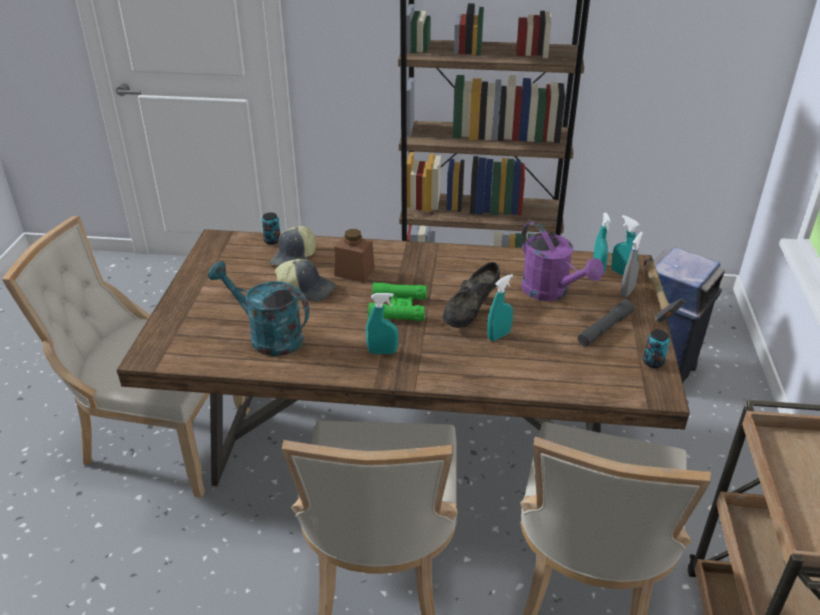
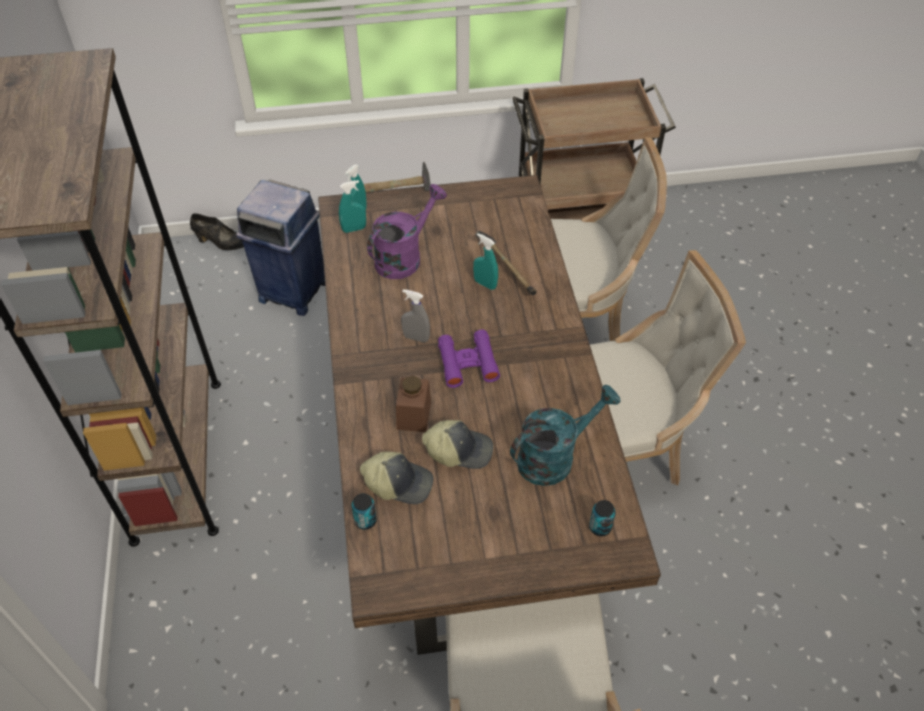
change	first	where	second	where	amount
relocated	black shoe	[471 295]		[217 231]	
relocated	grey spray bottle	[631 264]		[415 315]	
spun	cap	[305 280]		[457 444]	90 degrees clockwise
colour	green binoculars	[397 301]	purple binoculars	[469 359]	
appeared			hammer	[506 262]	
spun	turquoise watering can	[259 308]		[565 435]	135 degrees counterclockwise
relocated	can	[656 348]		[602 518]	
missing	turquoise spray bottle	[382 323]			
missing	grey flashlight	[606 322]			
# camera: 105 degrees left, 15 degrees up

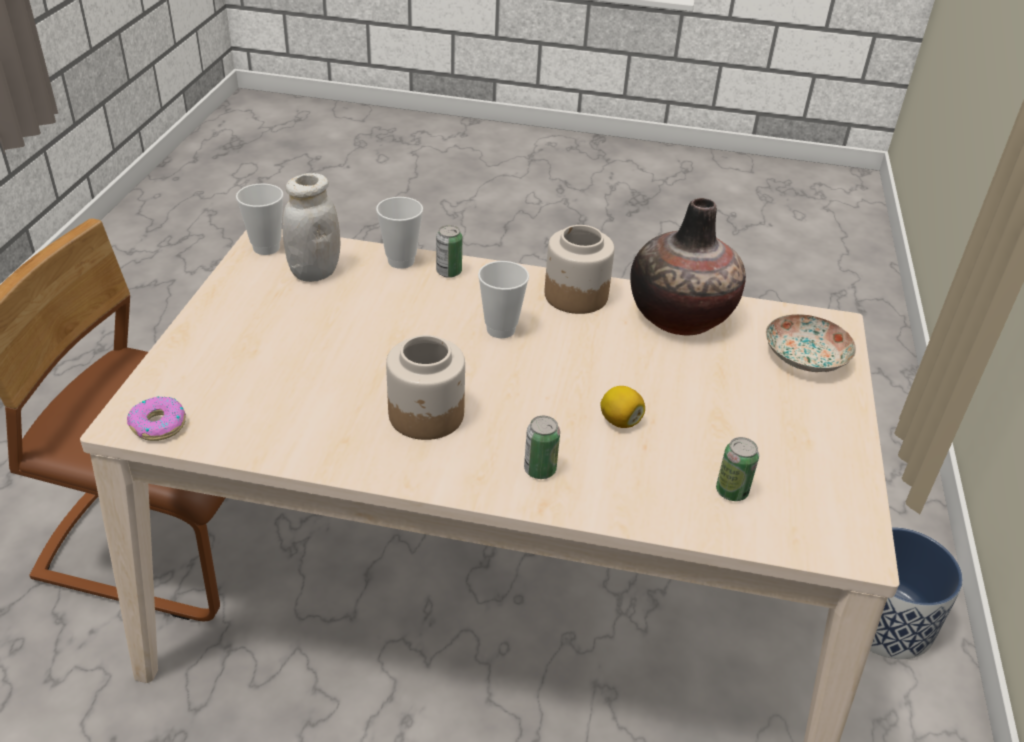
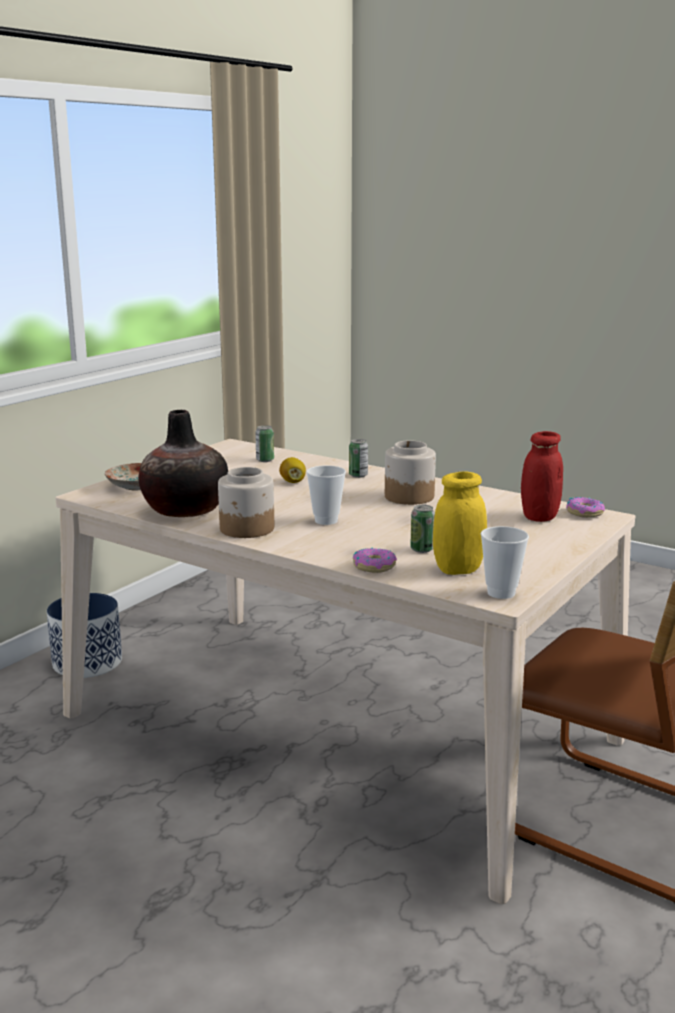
change	first	where	second	where	amount
exchanged	cup	[399 233]	donut	[375 560]	
relocated	can	[449 251]		[422 529]	
colour	white jar	[311 227]	yellow jar	[460 523]	
appeared			red jar	[542 476]	
# camera: 155 degrees left, 20 degrees down

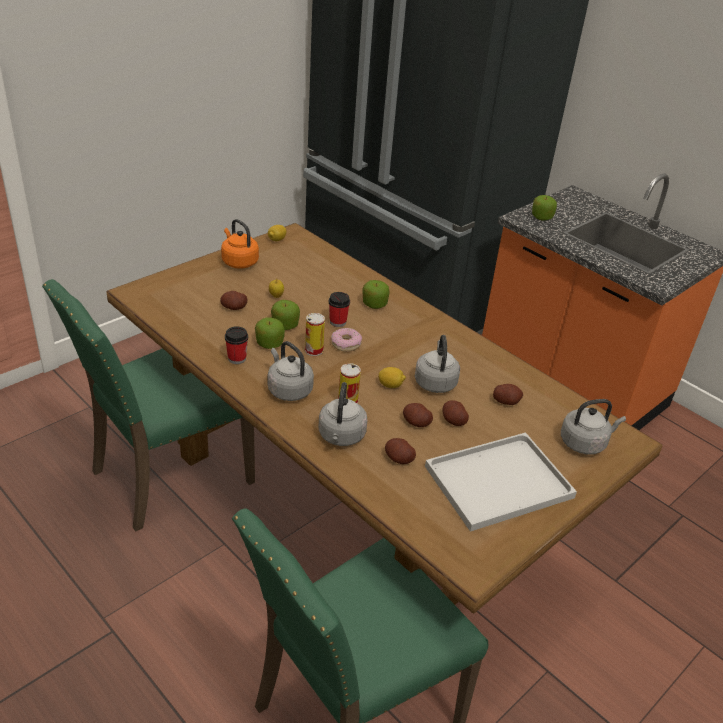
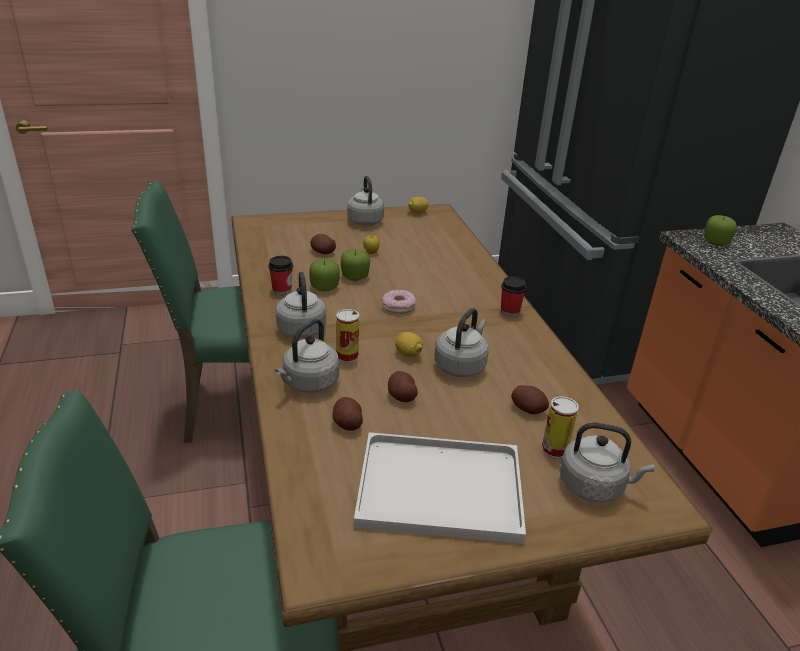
change	first	where	second	where	amount
colour	orange kettle	[240 244]	grey kettle	[365 201]	
relocated	cup	[339 309]		[514 296]	
relocated	can	[315 334]		[560 427]	
missing	apple	[376 294]			
missing	potato	[455 413]			
# camera: 30 degrees right, 5 degrees down

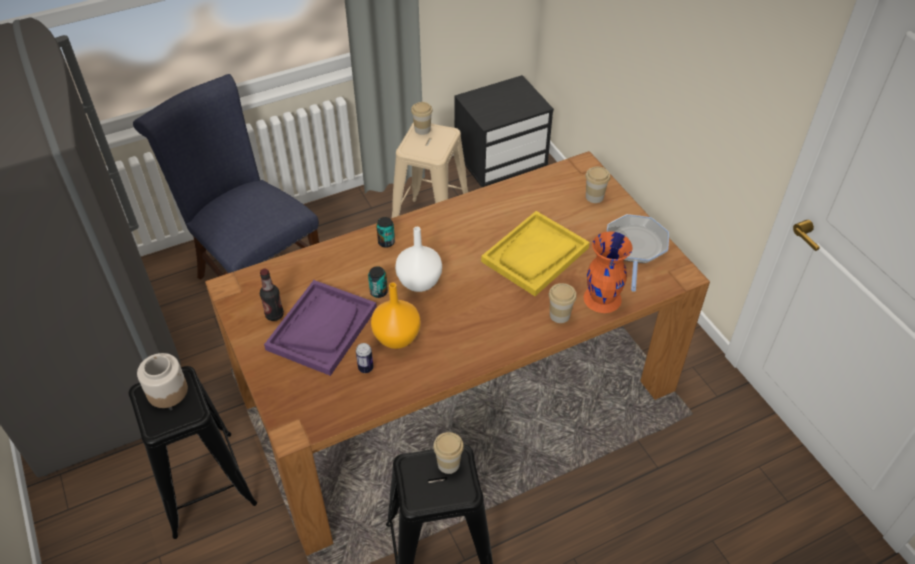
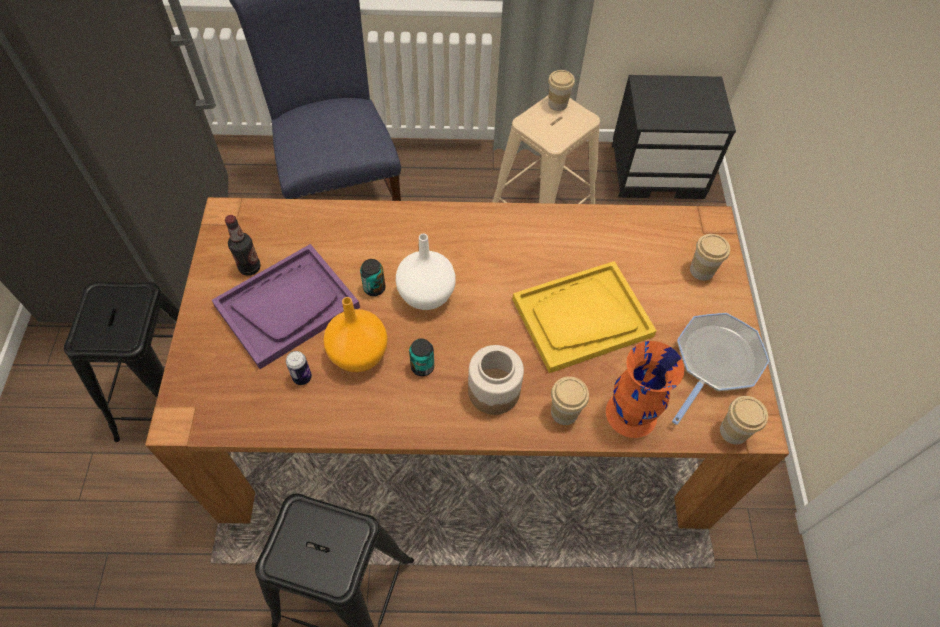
change	first	where	second	where	amount
relocated	can	[385 232]		[421 357]	
relocated	jar	[162 380]		[496 380]	
relocated	cup	[448 453]		[744 420]	
# camera: 25 degrees right, 10 degrees up

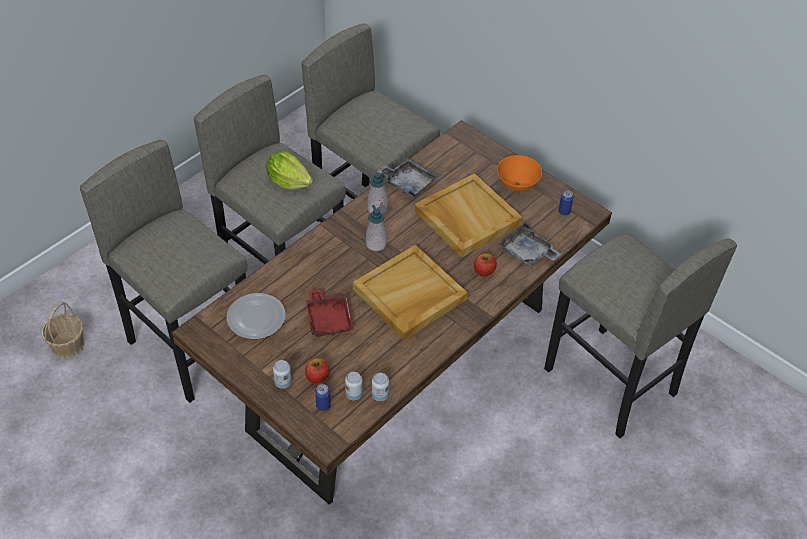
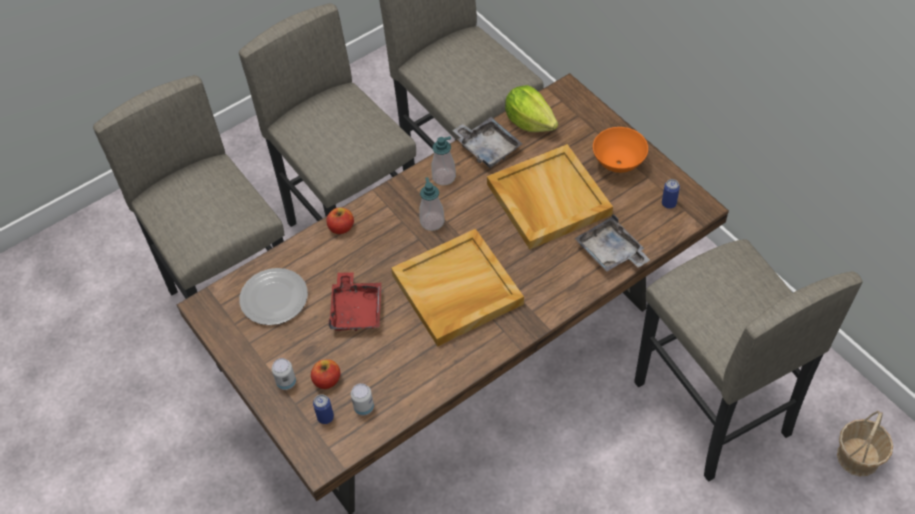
change	first	where	second	where	amount
relocated	apple	[485 265]		[340 221]	
relocated	lettuce	[289 170]		[531 108]	
relocated	basket	[63 330]		[865 444]	
missing	can	[380 387]			
# camera: 15 degrees right, 5 degrees up

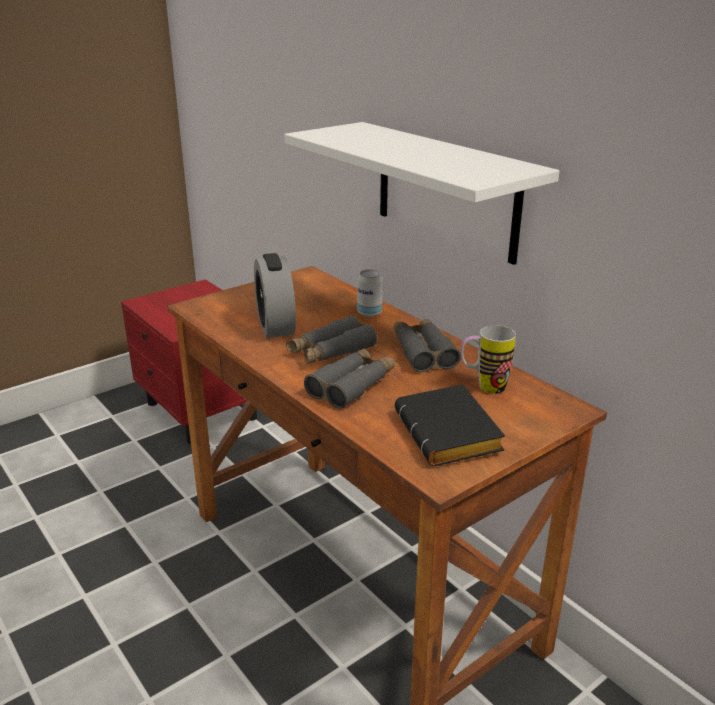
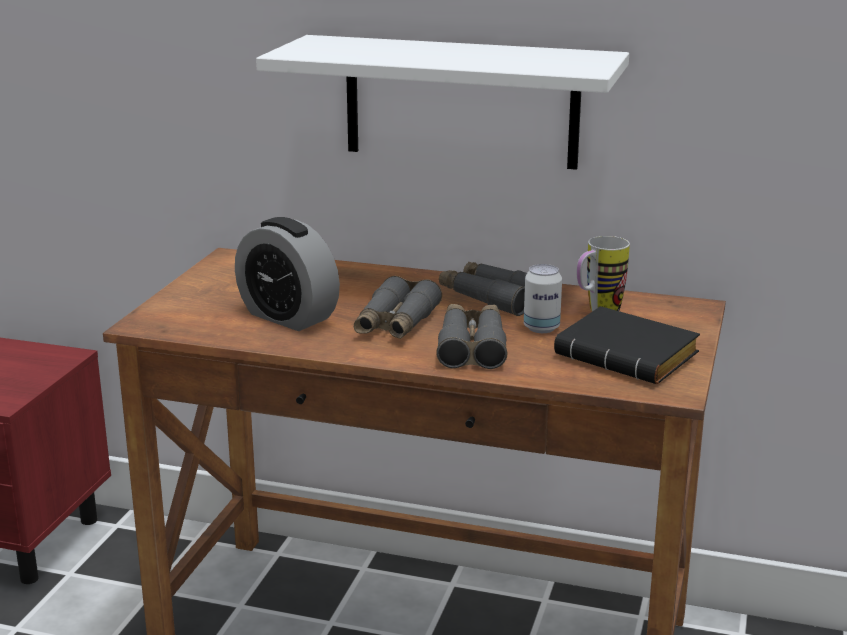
change	first	where	second	where	amount
relocated	can	[370 293]		[543 298]	
# camera: 35 degrees left, 5 degrees down

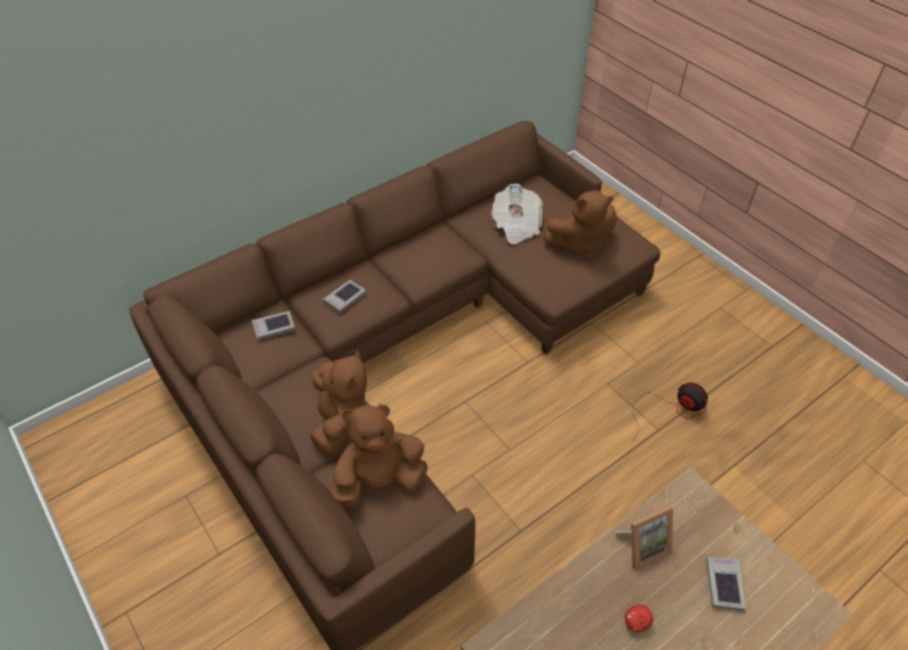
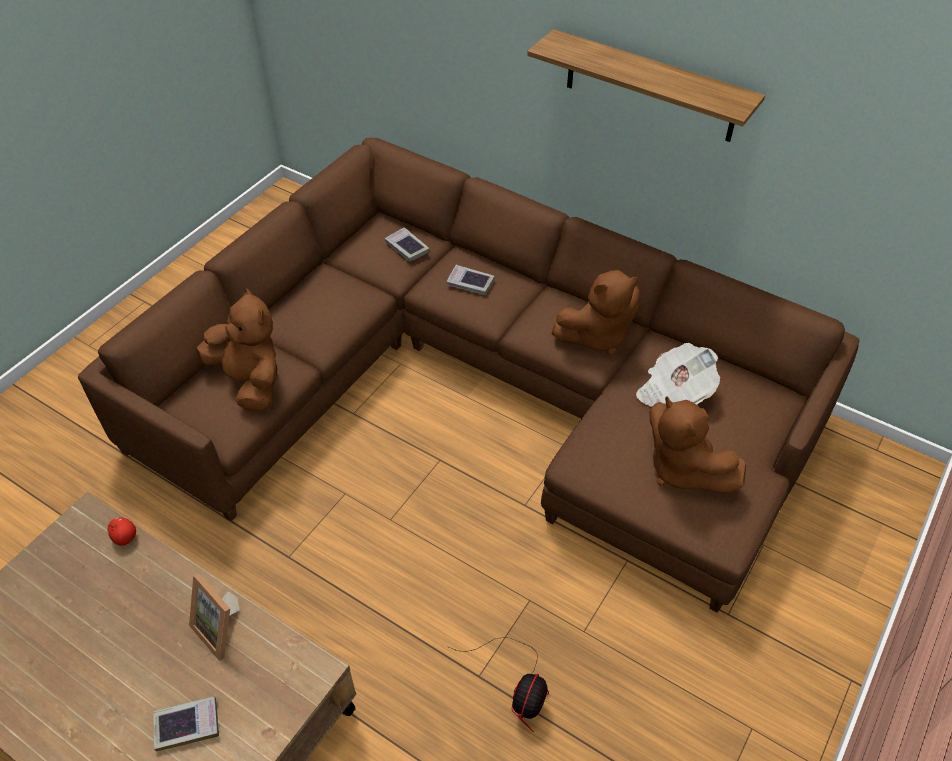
change	first	where	second	where	amount
relocated	apple	[639 618]		[121 531]	
appeared			shelf	[646 85]	
relocated	brown plush toy	[338 401]		[595 312]	
# camera: 70 degrees right, 0 degrees up

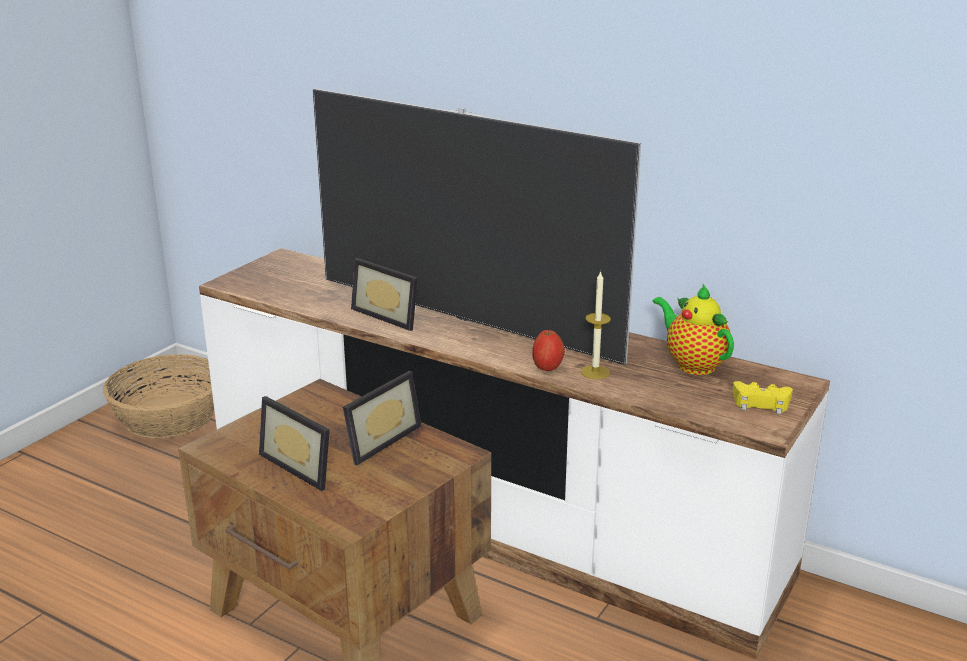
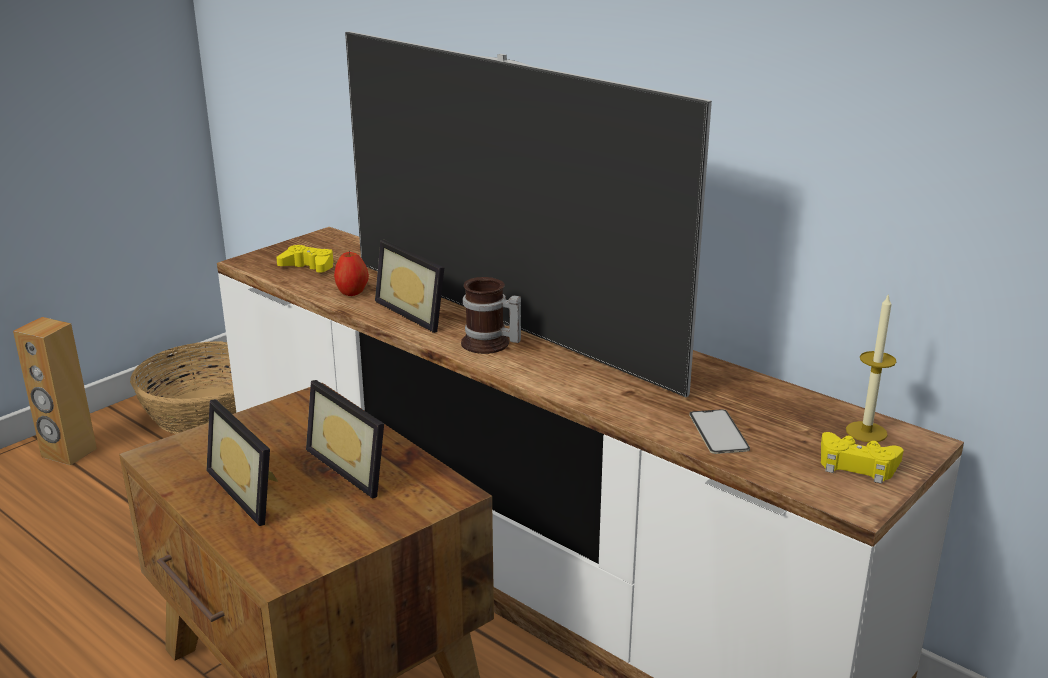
change	first	where	second	where	amount
appeared			brown speaker	[55 391]	
appeared			yellow game controller	[305 259]	
spun	picture frame	[382 418]		[345 439]	90 degrees clockwise
relocated	apple	[548 350]		[351 273]	
appeared			mug	[491 315]	
appeared			phone	[719 431]	
relocated	candle	[596 324]		[871 367]	
missing	teapot	[693 329]			
# camera: 10 degrees right, 0 degrees up

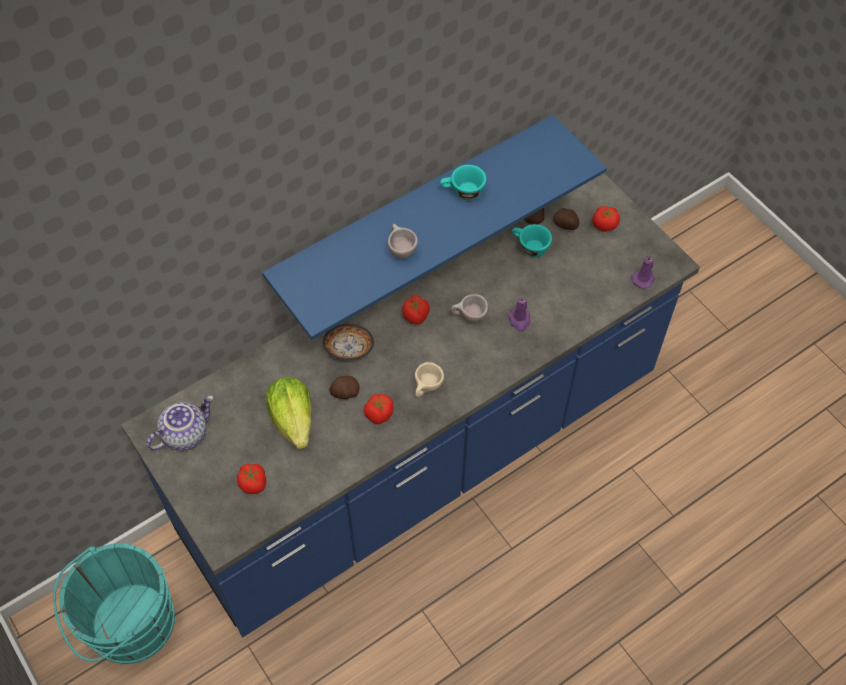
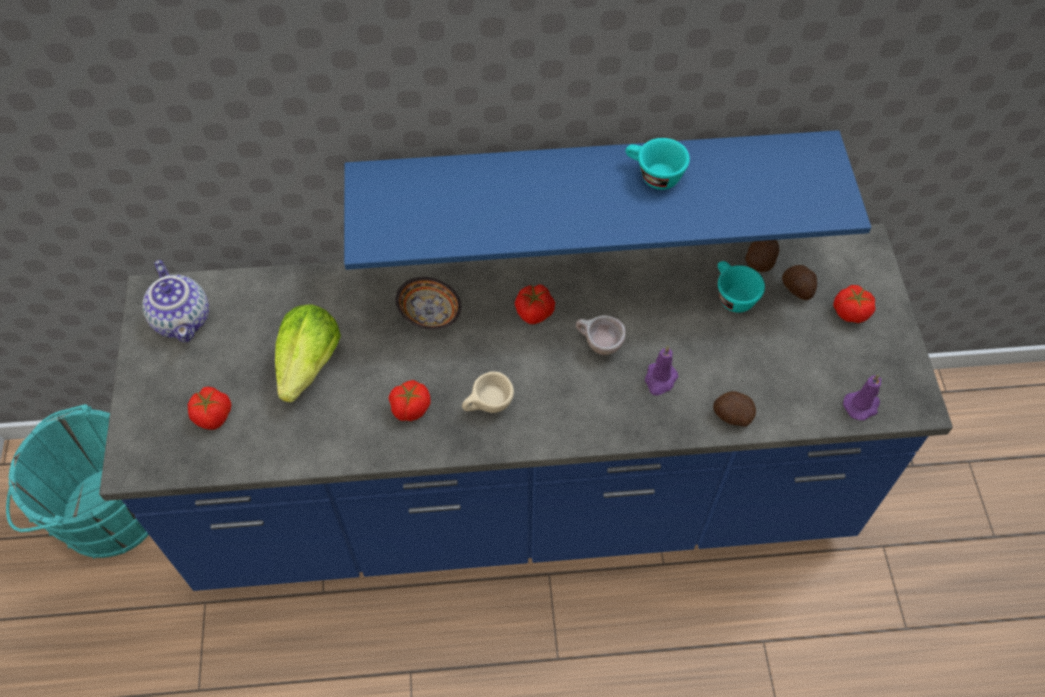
change	first	where	second	where	amount
spun	teapot	[180 423]		[175 301]	75 degrees clockwise
relocated	potato	[345 387]		[734 409]	
missing	beige cup	[403 241]			
# camera: 30 degrees right, 0 degrees up

